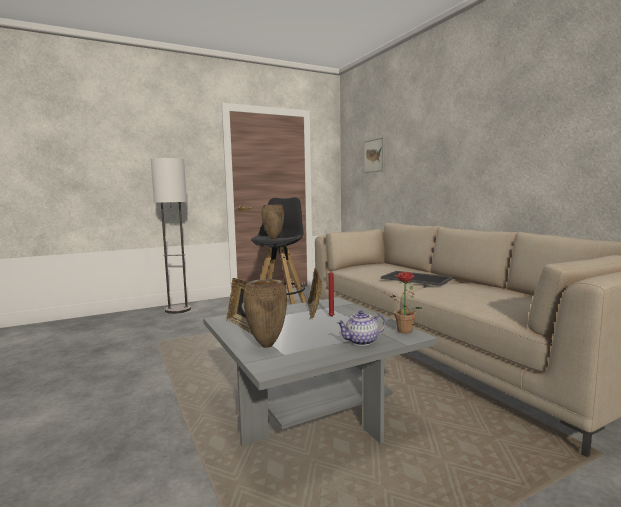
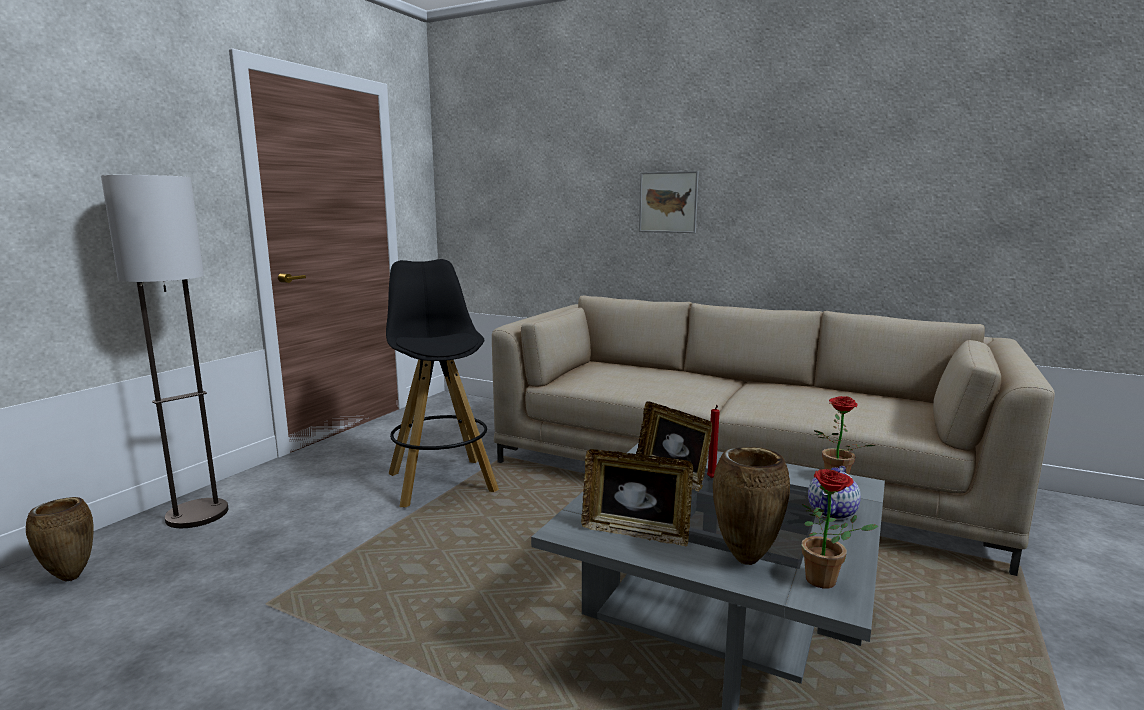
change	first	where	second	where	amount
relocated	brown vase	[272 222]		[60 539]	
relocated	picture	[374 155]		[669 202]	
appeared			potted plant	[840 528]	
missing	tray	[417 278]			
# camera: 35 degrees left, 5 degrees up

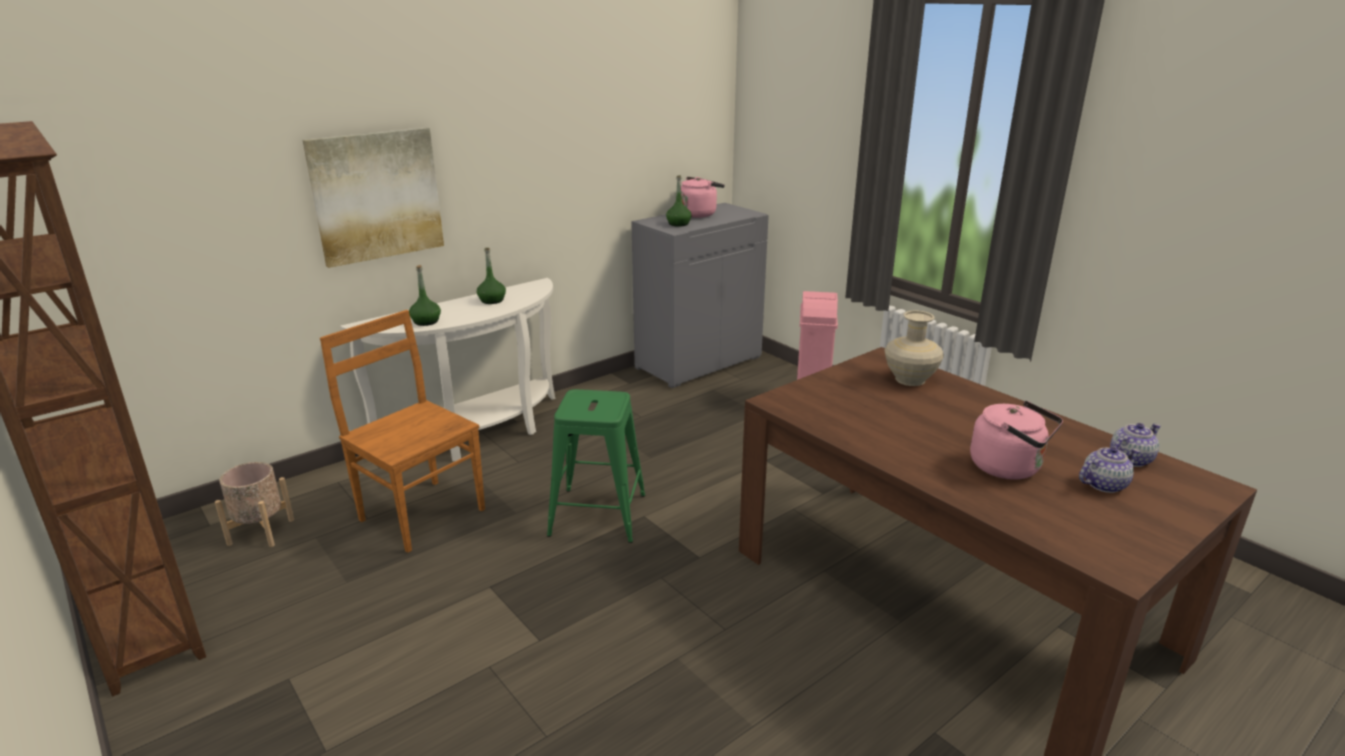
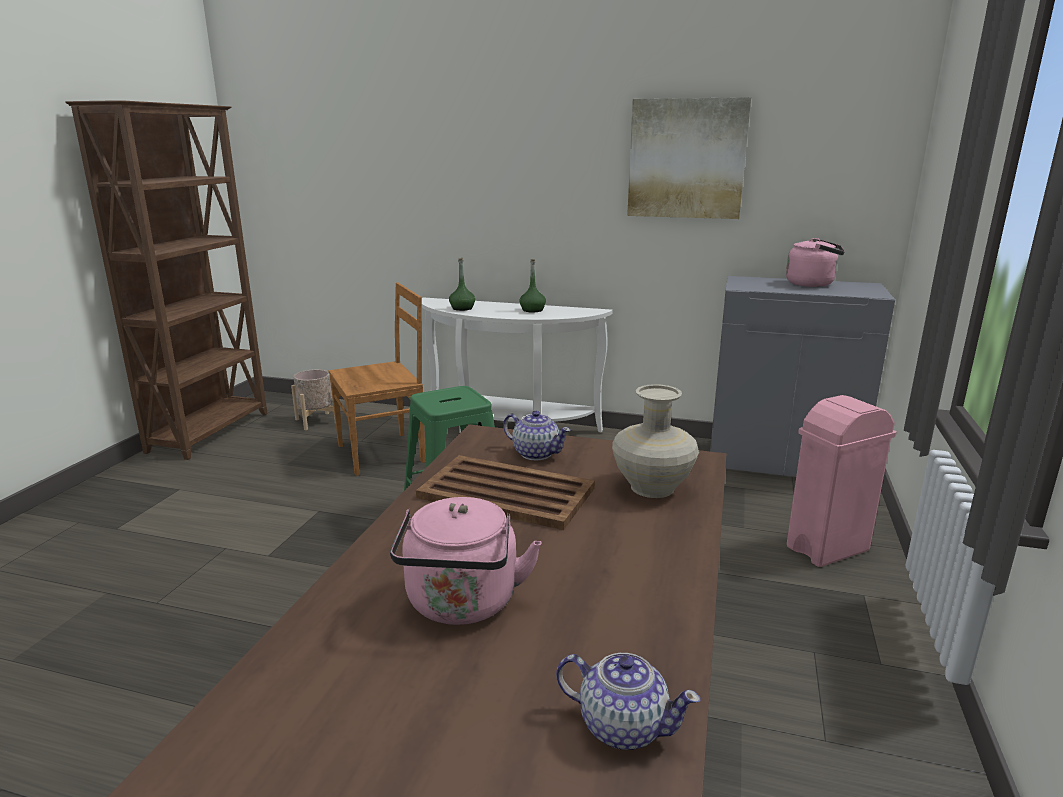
change	first	where	second	where	amount
spun	brown chair	[402 431]		[376 379]	60 degrees clockwise
appeared			brown tray	[505 492]	
relocated	teapot	[1109 470]		[537 436]	
relocated	picture	[373 197]		[689 158]	
missing	green bottle	[678 201]			
# camera: 55 degrees right, 5 degrees down

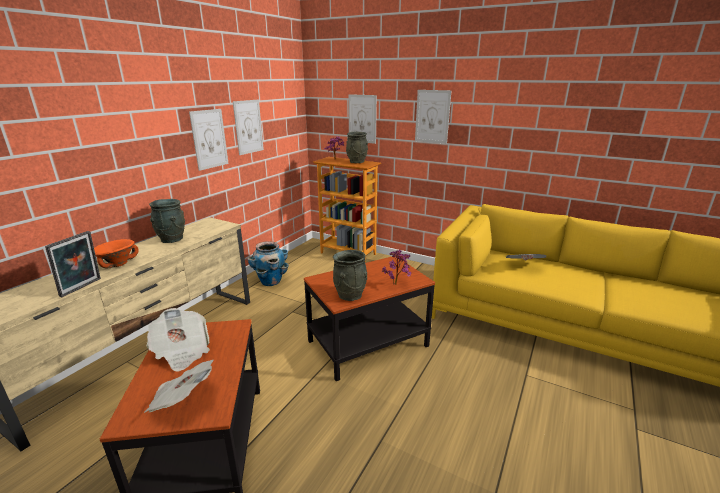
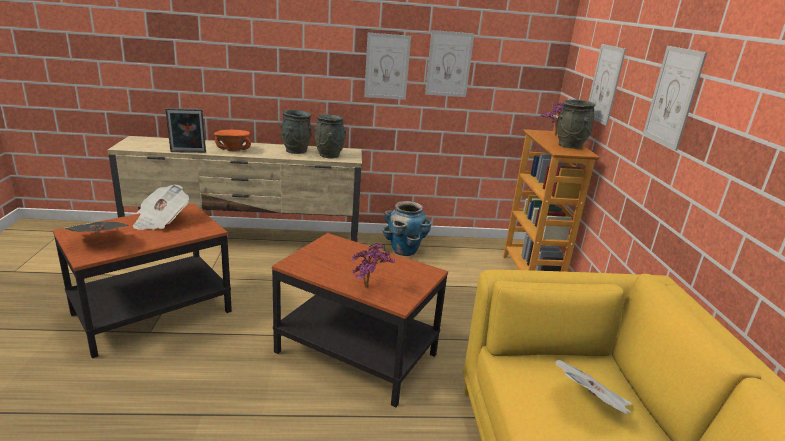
change	first	where	second	where	amount
relocated	grey vase	[350 275]		[330 136]	
# camera: 55 degrees right, 0 degrees up

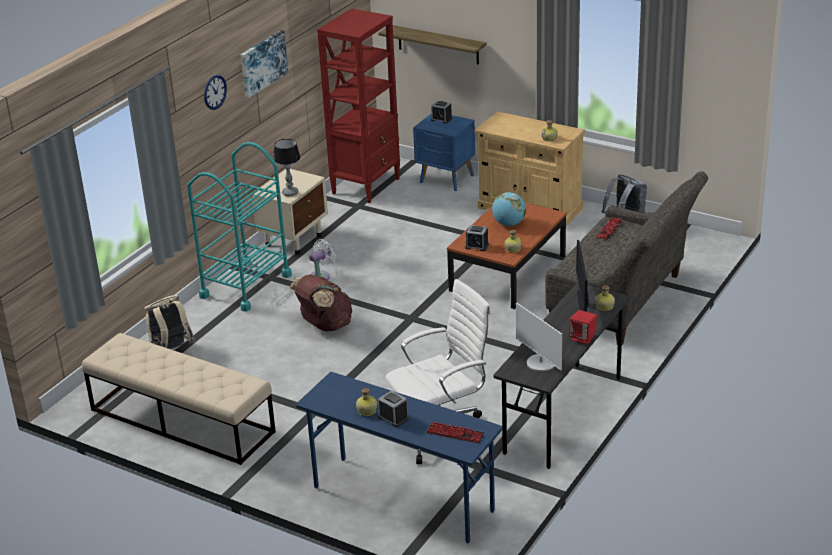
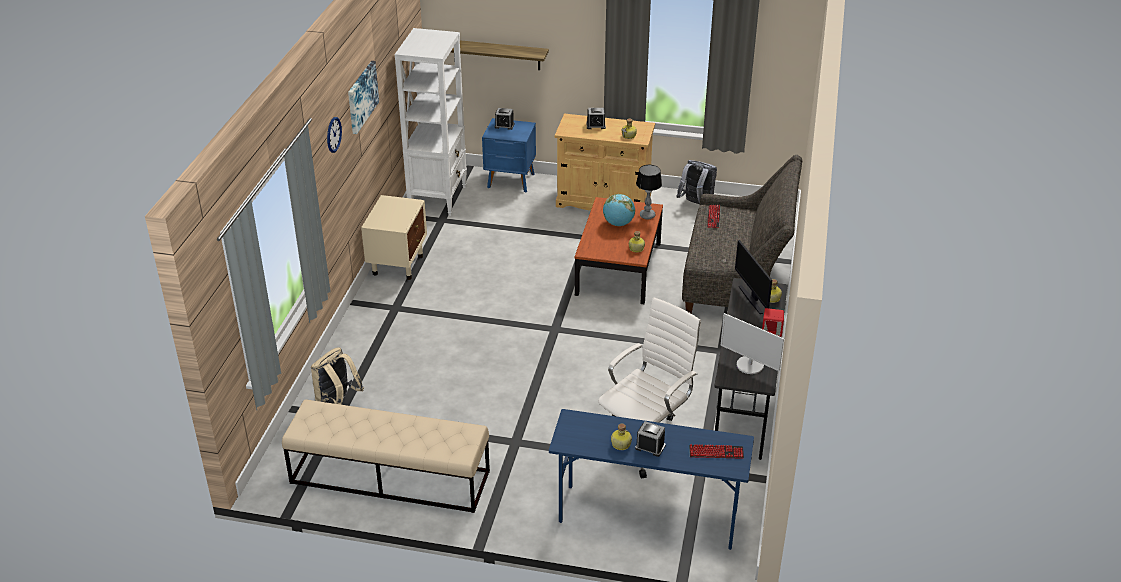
change	first	where	second	where	amount
colour	red bookcase	[358 105]	white bookcase	[431 122]	
relocated	alarm clock	[477 238]		[596 118]	
relocated	table lamp	[287 167]		[649 192]	
missing	turquoise cart	[239 227]			
missing	brown backpack	[320 303]			
missing	white fan	[322 259]			
# camera: 20 degrees left, 5 degrees up

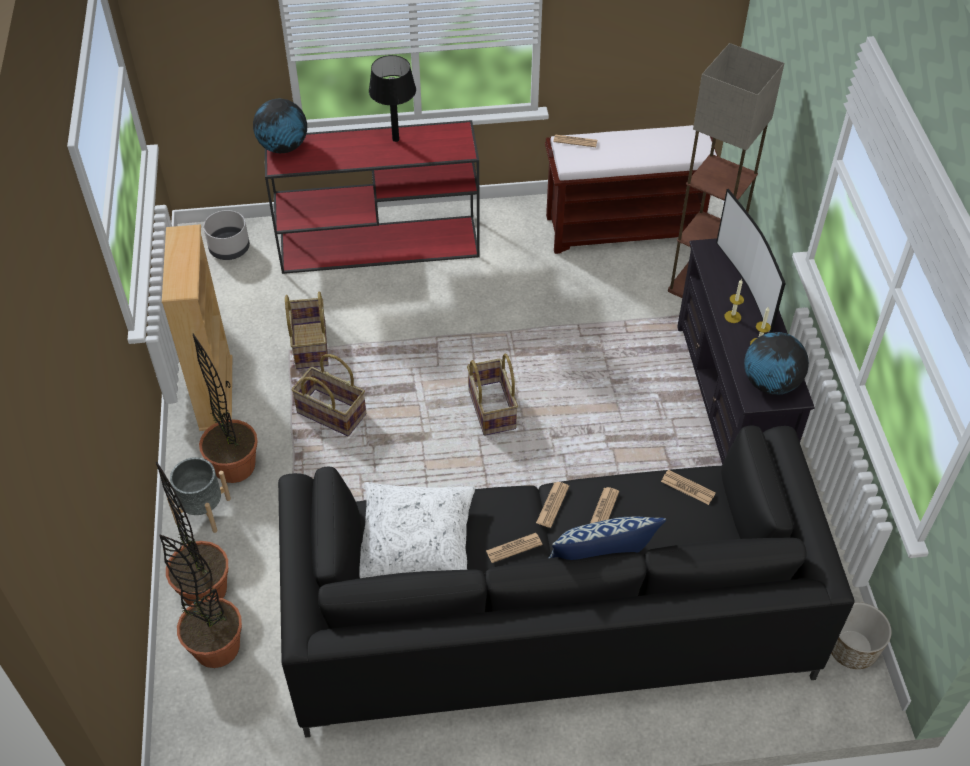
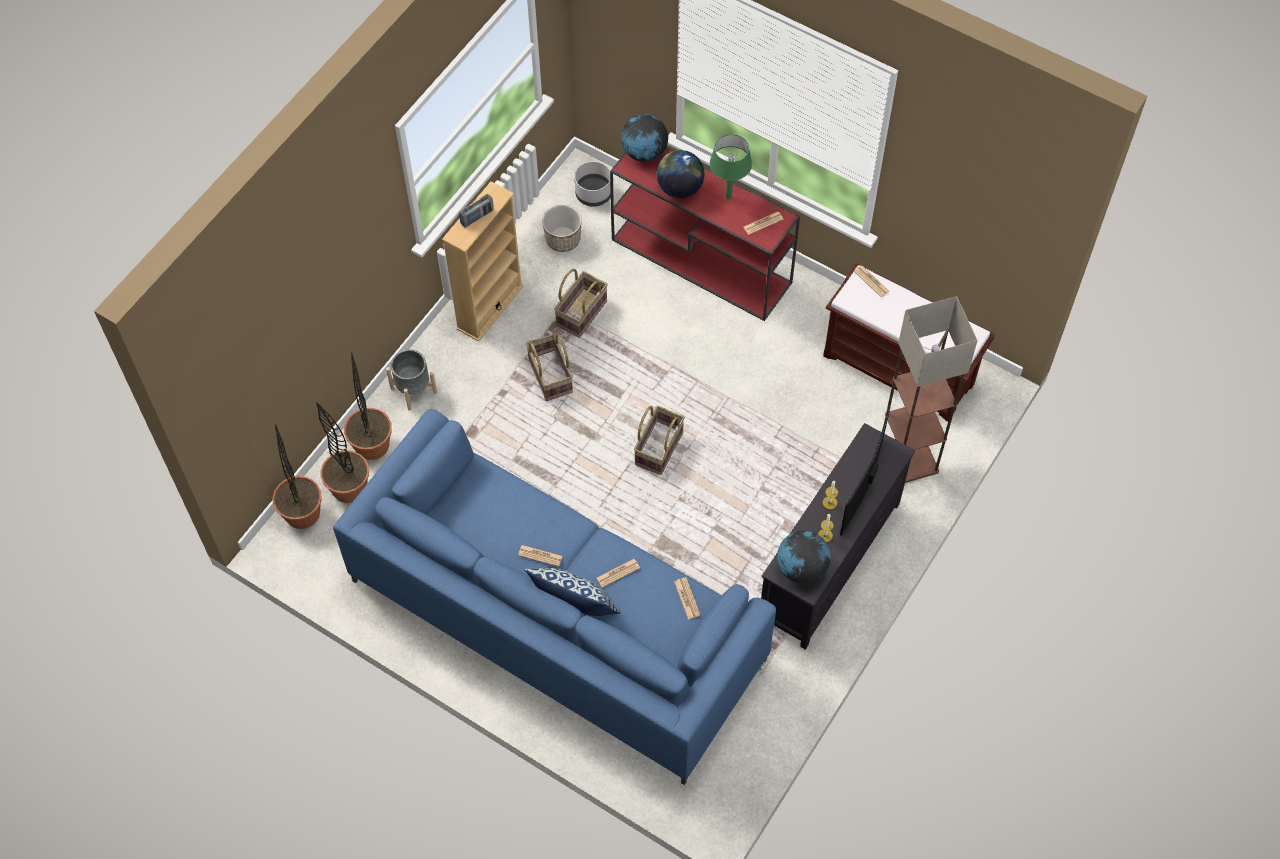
change	first	where	second	where	amount
relocated	potted plant	[225 408]		[297 476]	
colour	black sofa	[566 581]	blue sofa	[554 597]	
appeared			radio	[476 211]	
relocated	planter	[861 635]		[561 228]	
appeared			globe	[680 174]	
colour	black table lamp	[392 98]	green table lamp	[731 167]	
relocated	newspaper	[552 505]		[763 223]	
missing	white pillow	[417 530]			
# camera: 40 degrees right, 10 degrees up

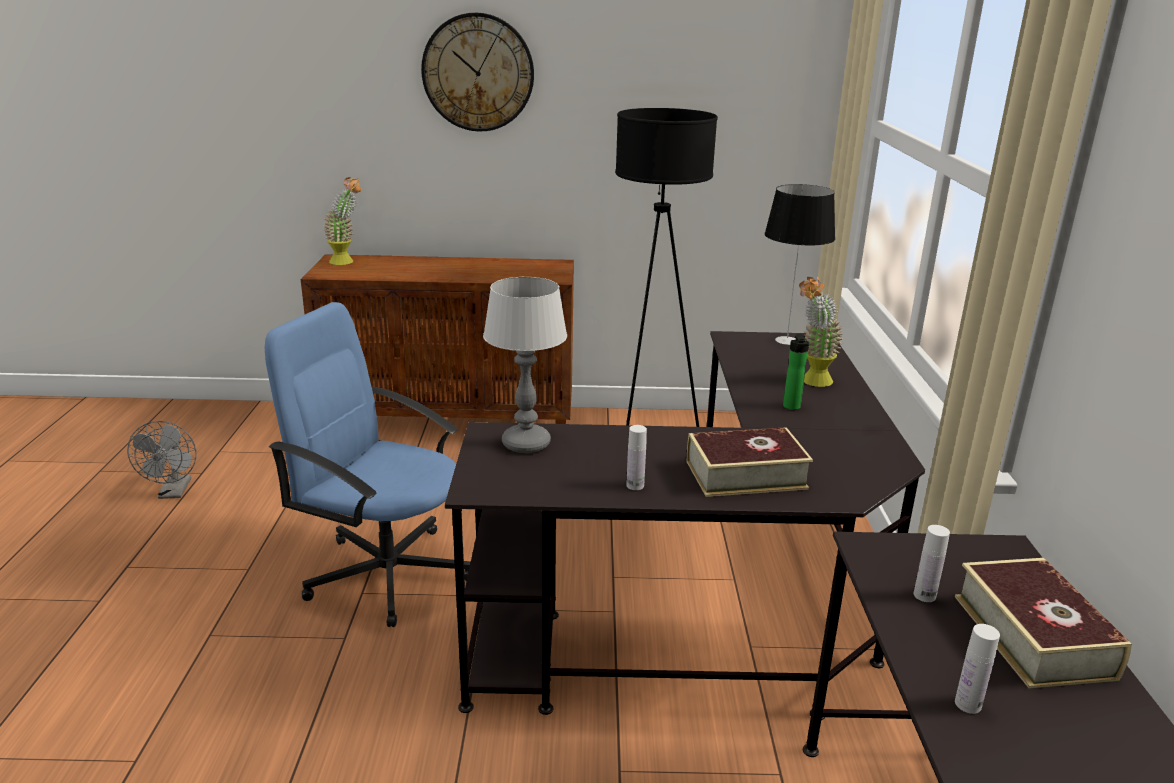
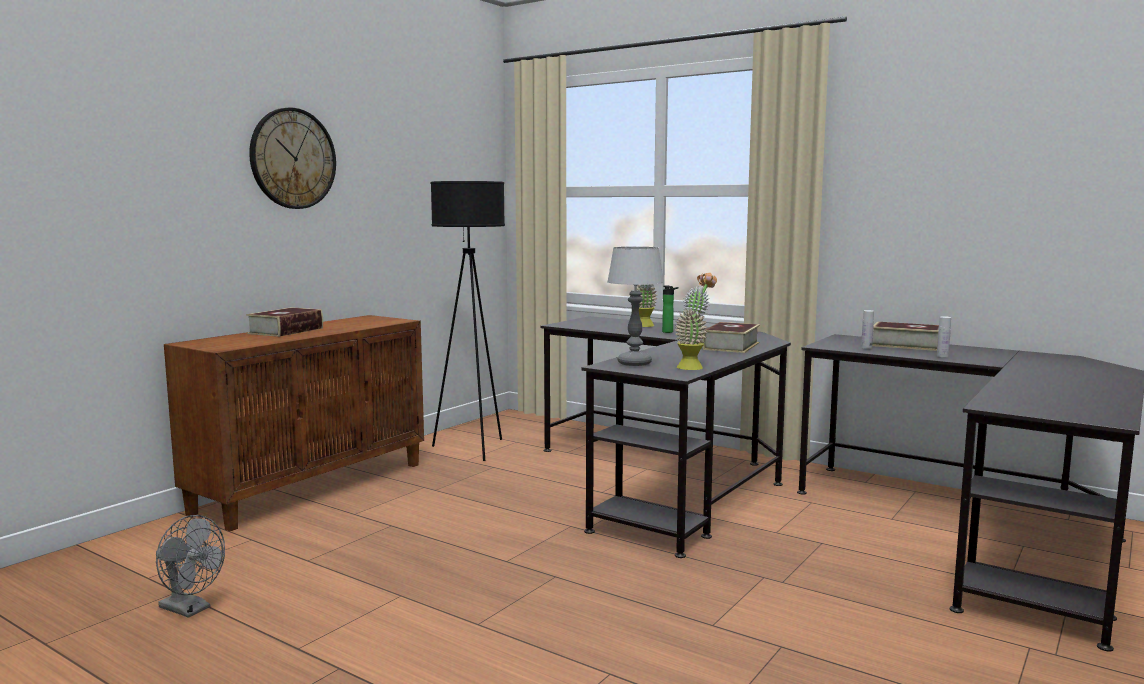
change	first	where	second	where	amount
appeared			book	[284 322]	
relocated	potted plant	[342 221]		[696 321]	
missing	blue office chair	[368 464]			
missing	white bottle	[636 457]			
missing	table lamp	[800 264]			
# camera: 55 degrees left, 15 degrees down

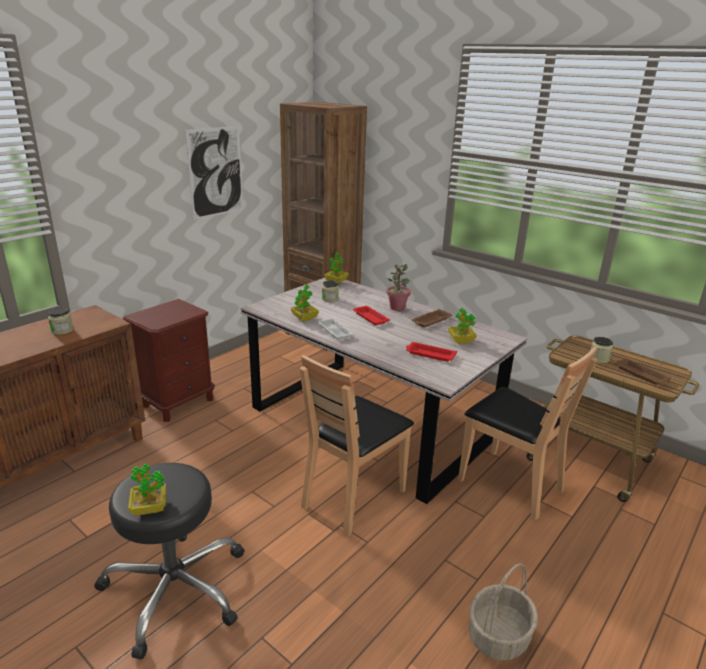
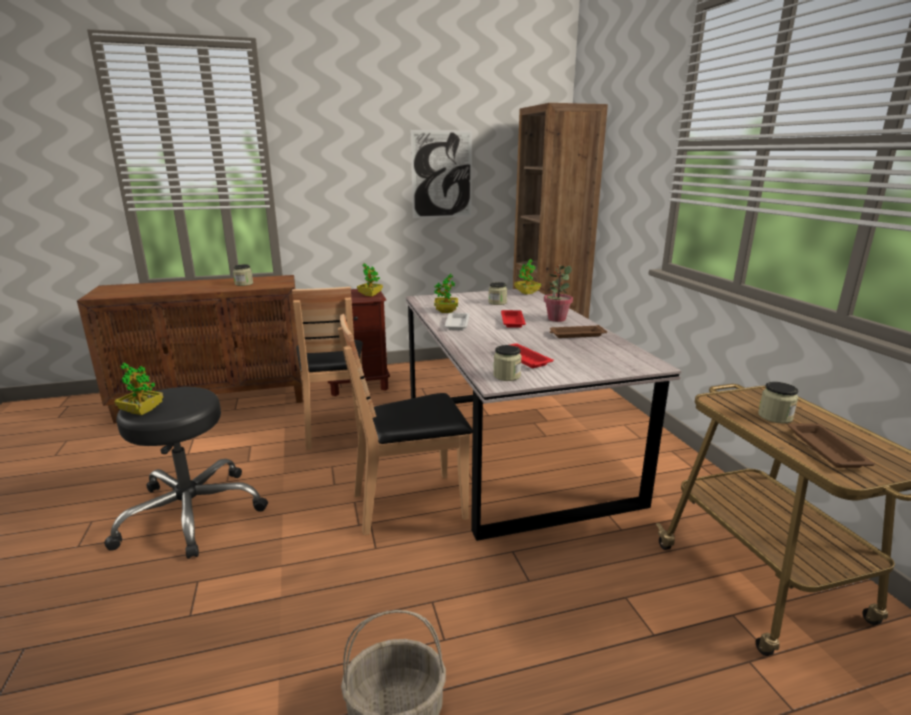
change	first	where	second	where	amount
relocated	brown chair	[527 433]		[327 368]	
relocated	potted plant	[462 326]		[370 279]	
appeared			jar	[507 363]	
# camera: 35 degrees right, 5 degrees down

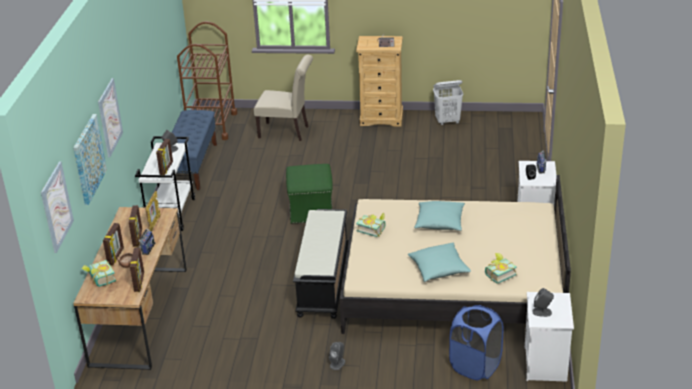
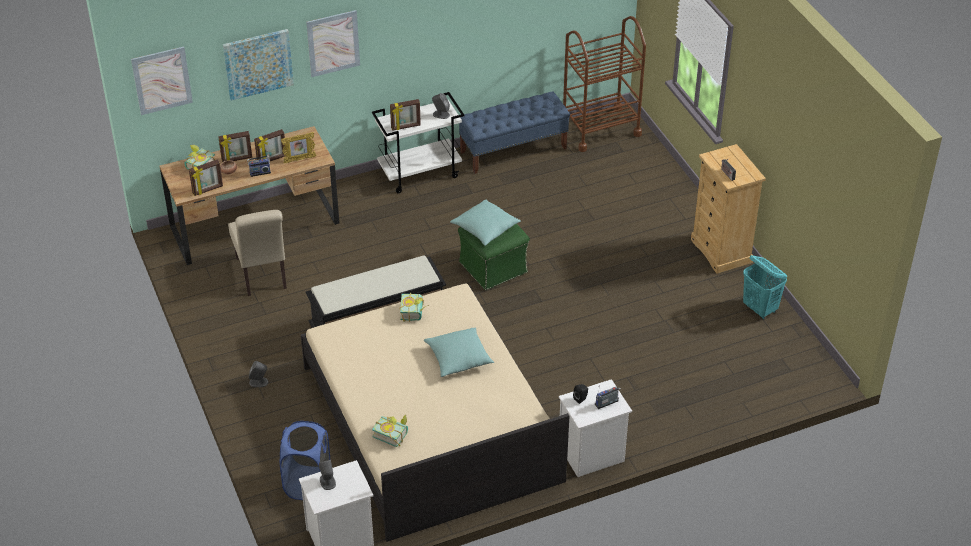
change	first	where	second	where	amount
relocated	beige chair	[283 98]		[257 253]	
relocated	turquoise pillow	[439 262]		[485 223]	
colour	white laundry basket	[448 102]	turquoise laundry basket	[765 287]	
# camera: 60 degrees right, 10 degrees up

